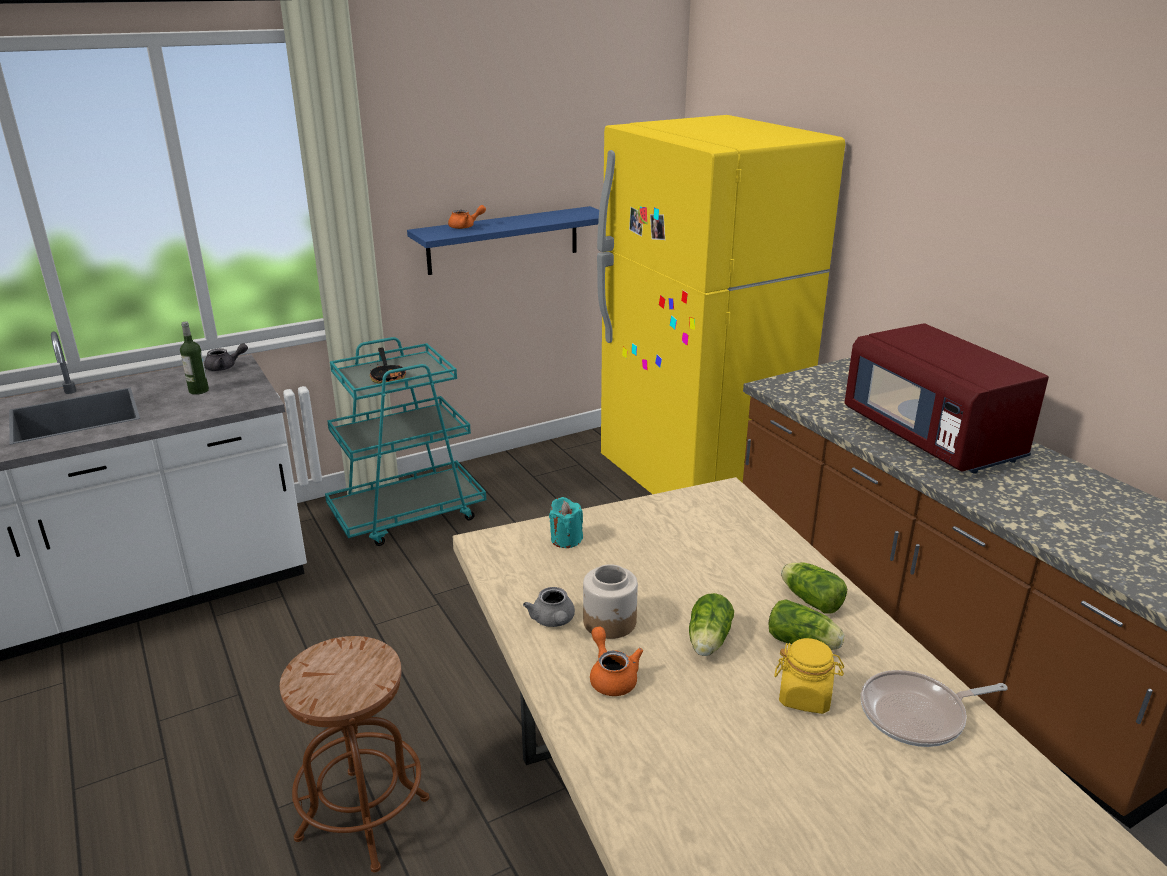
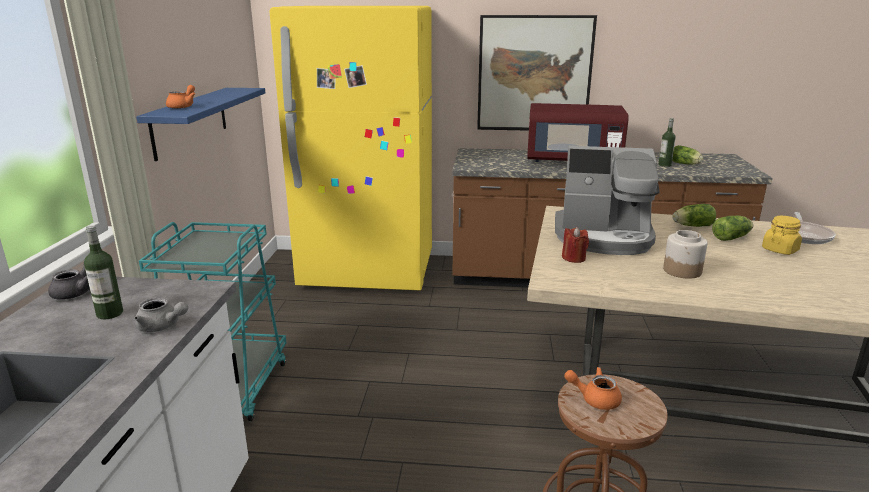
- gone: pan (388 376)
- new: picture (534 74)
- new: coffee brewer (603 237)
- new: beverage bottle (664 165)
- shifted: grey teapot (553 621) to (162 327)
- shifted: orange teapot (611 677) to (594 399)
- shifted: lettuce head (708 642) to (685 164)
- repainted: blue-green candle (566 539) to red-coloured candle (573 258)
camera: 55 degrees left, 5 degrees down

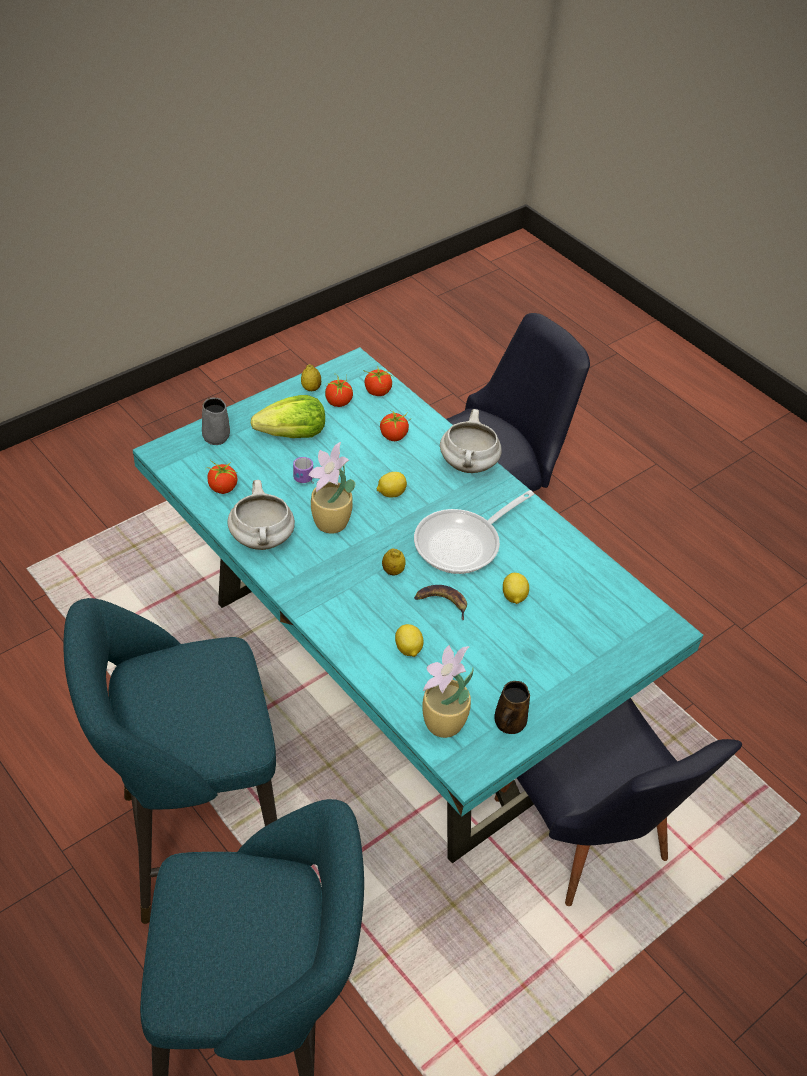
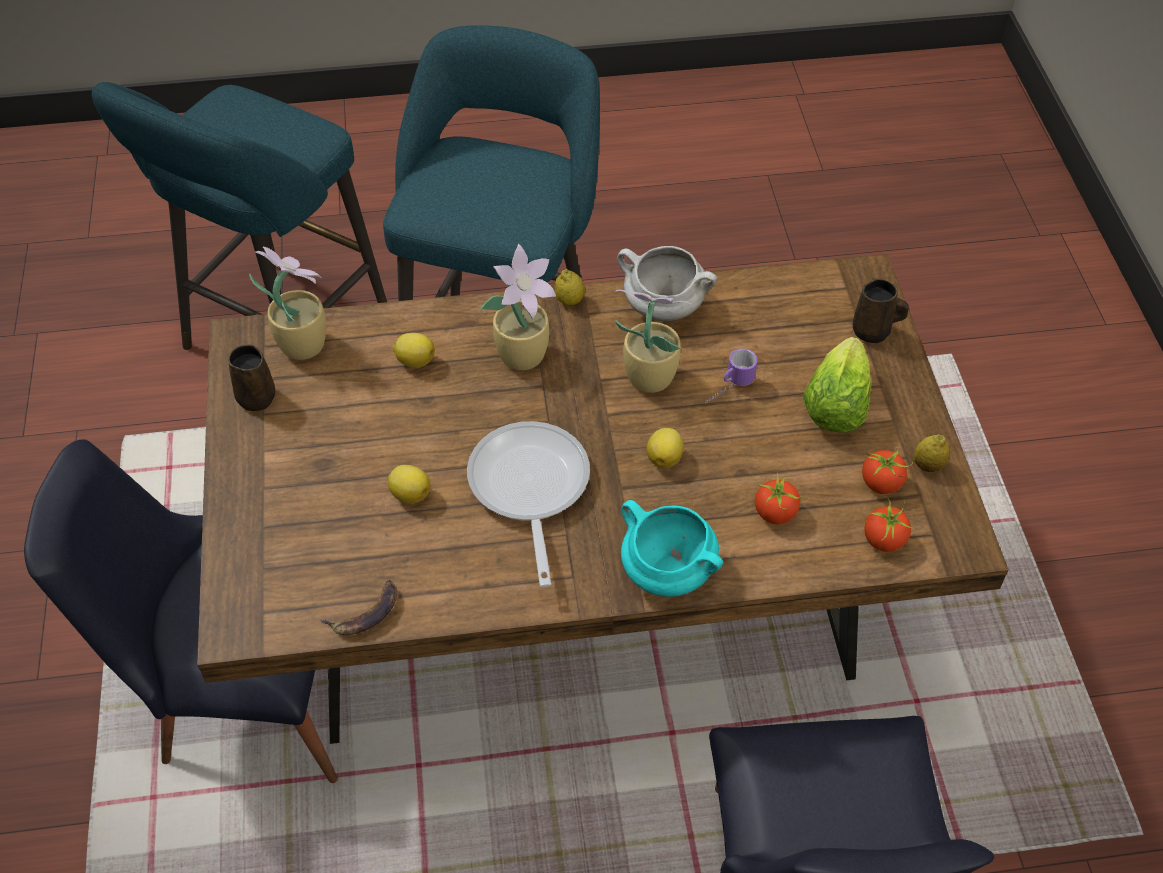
- gone: tomato (222 488)
- new: houseplant (524 354)
- shifted: lemon (393 571) to (569 300)
- shifted: whole banana (441 602) to (366 613)
- repainted: blue-green dinner table (393 686) to brown dinner table (578 617)
- repainted: grey coffee mug (215 436) to brown coffee mug (873 332)
- repainted: white cooking pot (469 465) to blue-green cooking pot (665 571)
camera: 125 degrees right, 5 degrees up

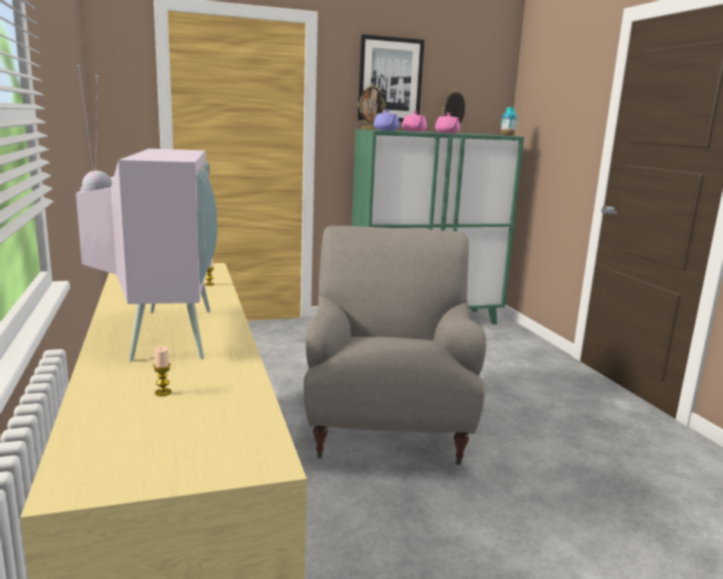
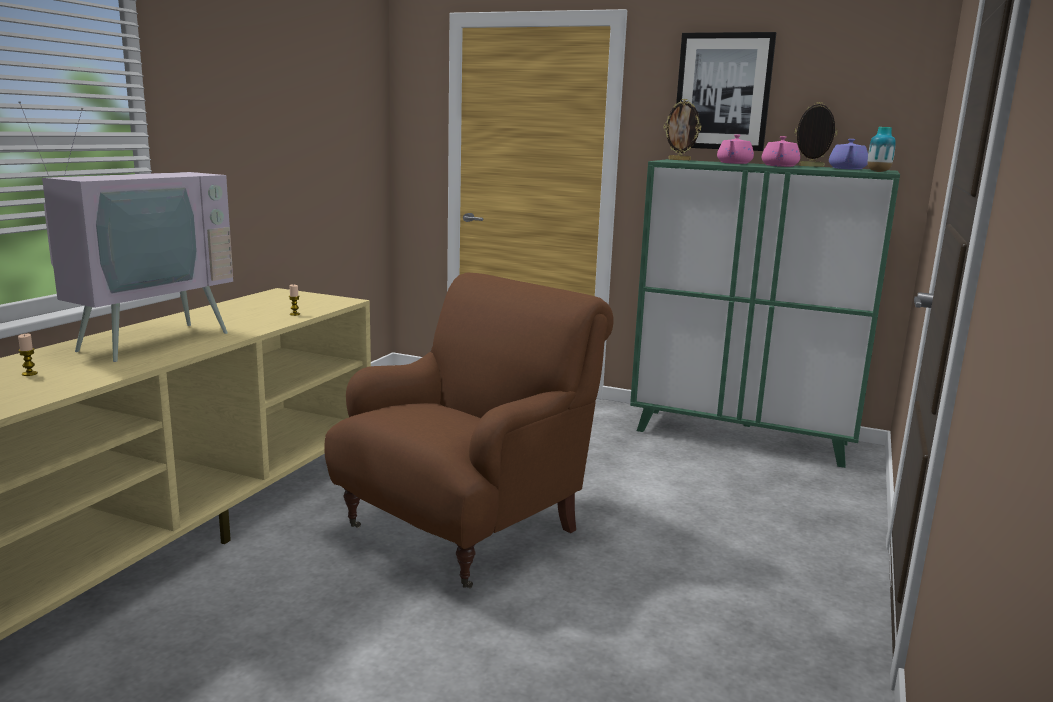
- shifted: purple teapot (386 130) to (847 169)
- repainted: grey easy chair (387 428) to brown easy chair (467 527)
camera: 40 degrees right, 0 degrees up

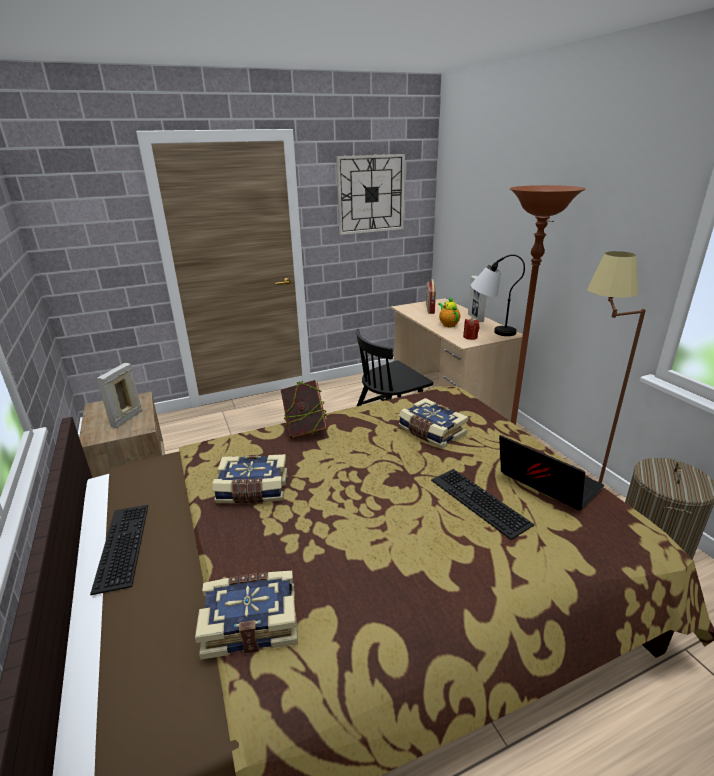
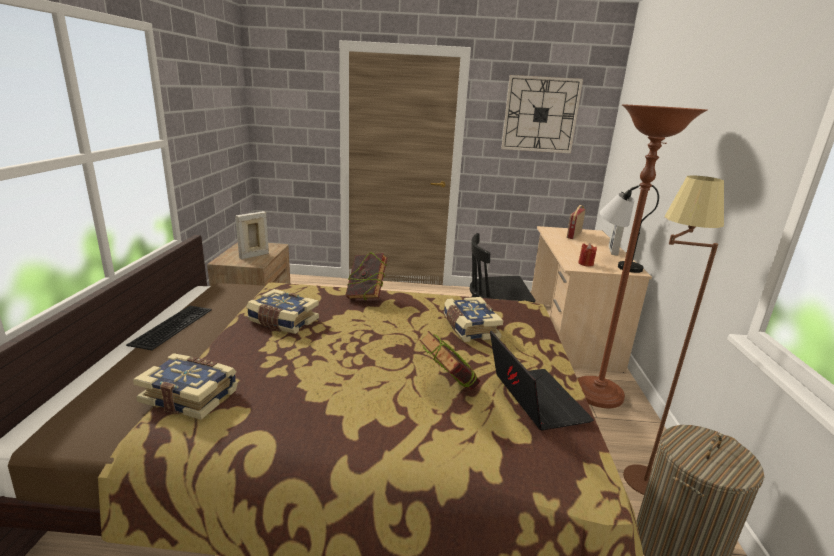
- gone: teapot (448 324)
- swapped: PC keyboard (477 501) to book (448 388)
camera: 25 degrees right, 5 degrees down

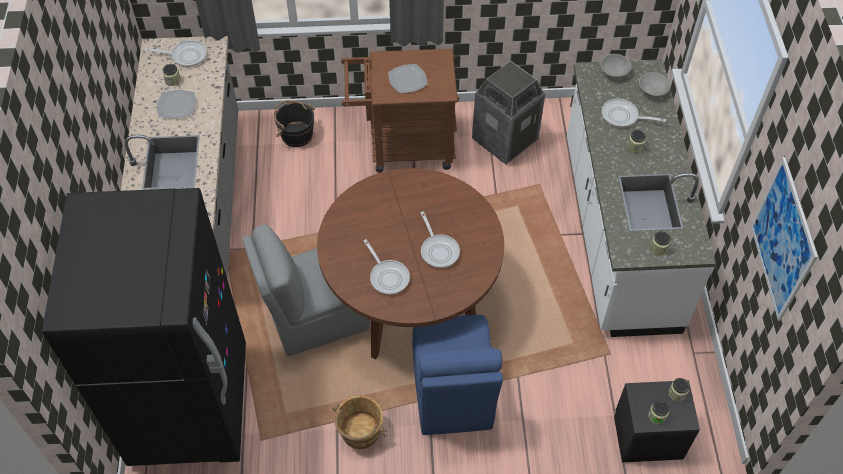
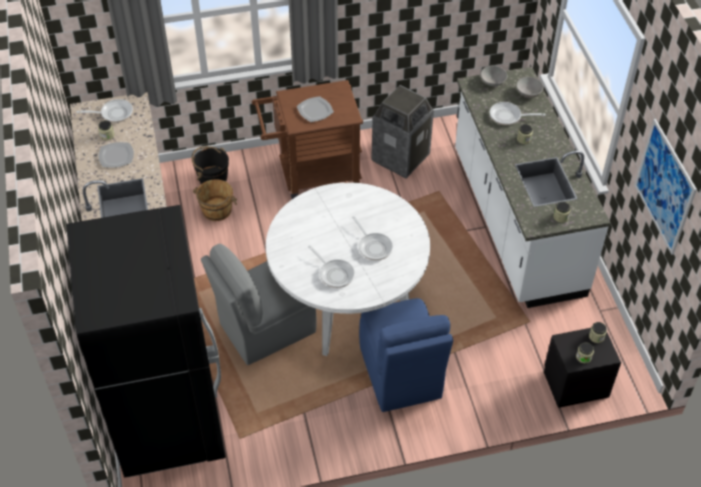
- shifted: brown bucket (360 432) to (216 210)
- repainted: brown dinner table (411 302) to white dinner table (348 304)
camera: 10 degrees left, 5 degrees down

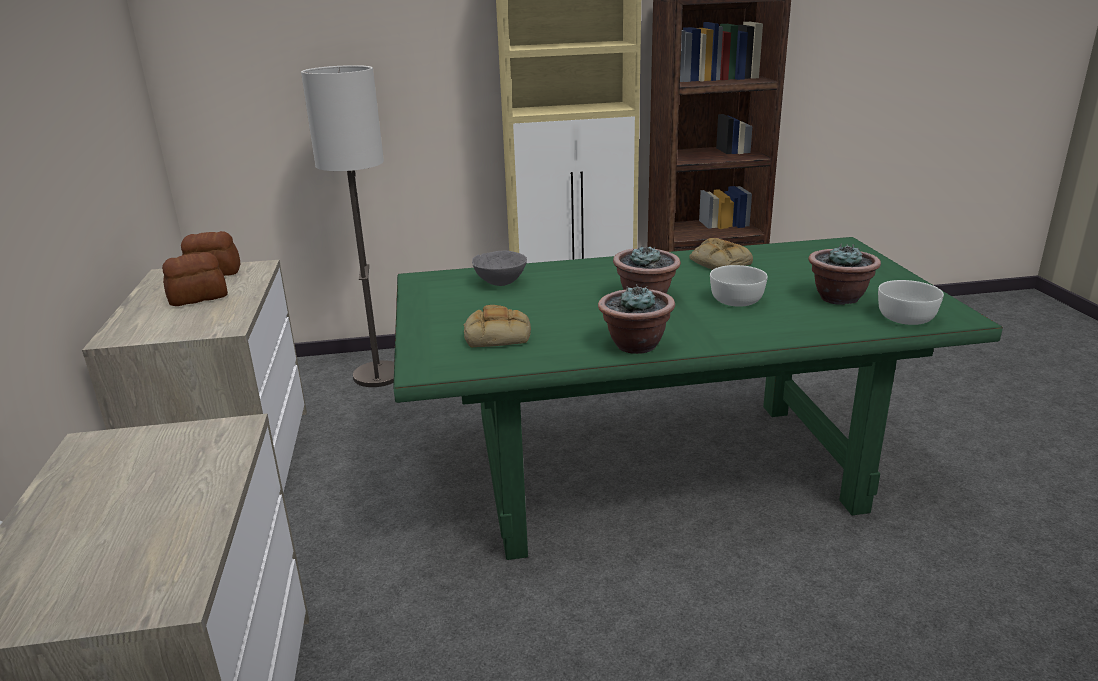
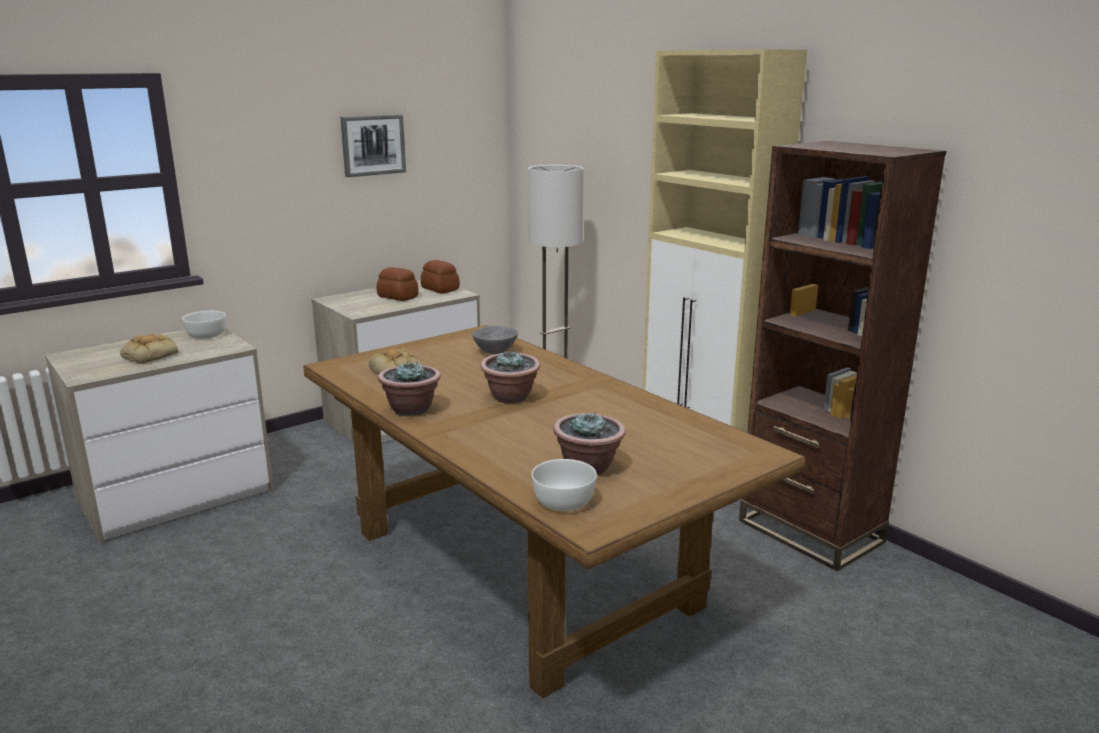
- new: picture (373 145)
- shifted: bread (718 262) to (150 355)
- shifted: white deep dish (736 300) to (207 335)
- repainted: green-coloured dinner table (660 472) to brown dinner table (520 567)
camera: 60 degrees right, 5 degrees down

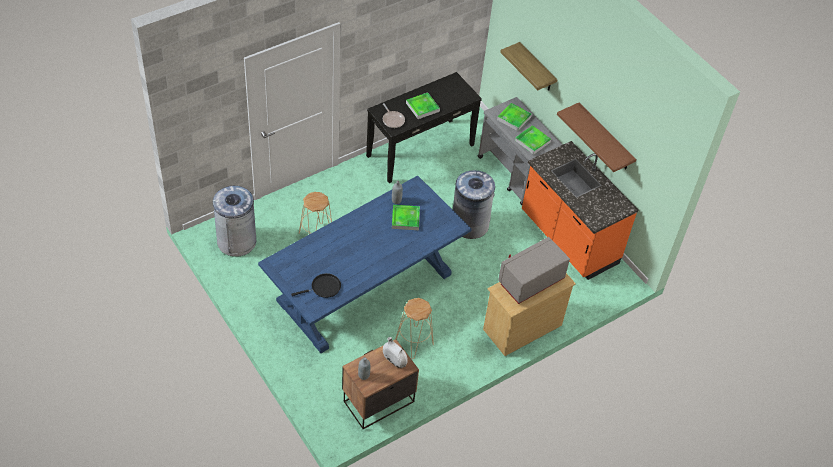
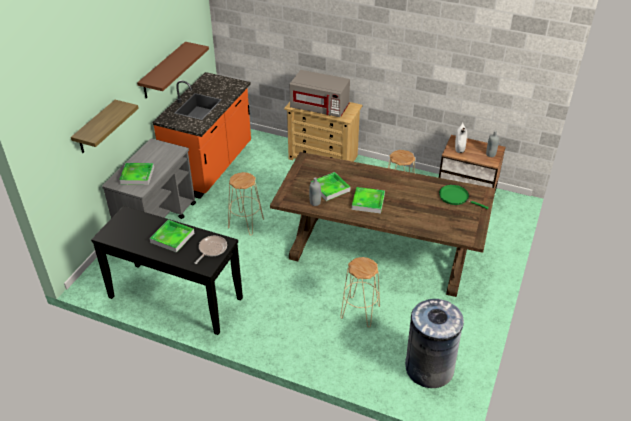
- shifted: serving tray (532 141) to (368 202)
- swapped: grey waste bin (469 224) to sand-coloured sitting stool (246 223)
- repainted: blue dinner table (365 288) to brown dinner table (380 250)
- repainted: blackish pan (323 287) to green-coloured pan (456 197)
camera: 120 degrees left, 10 degrees down

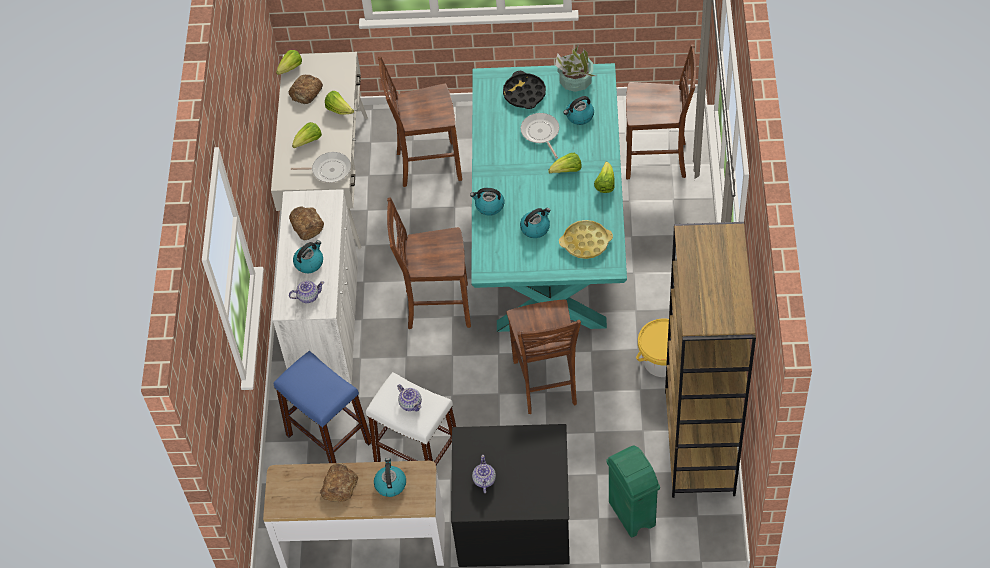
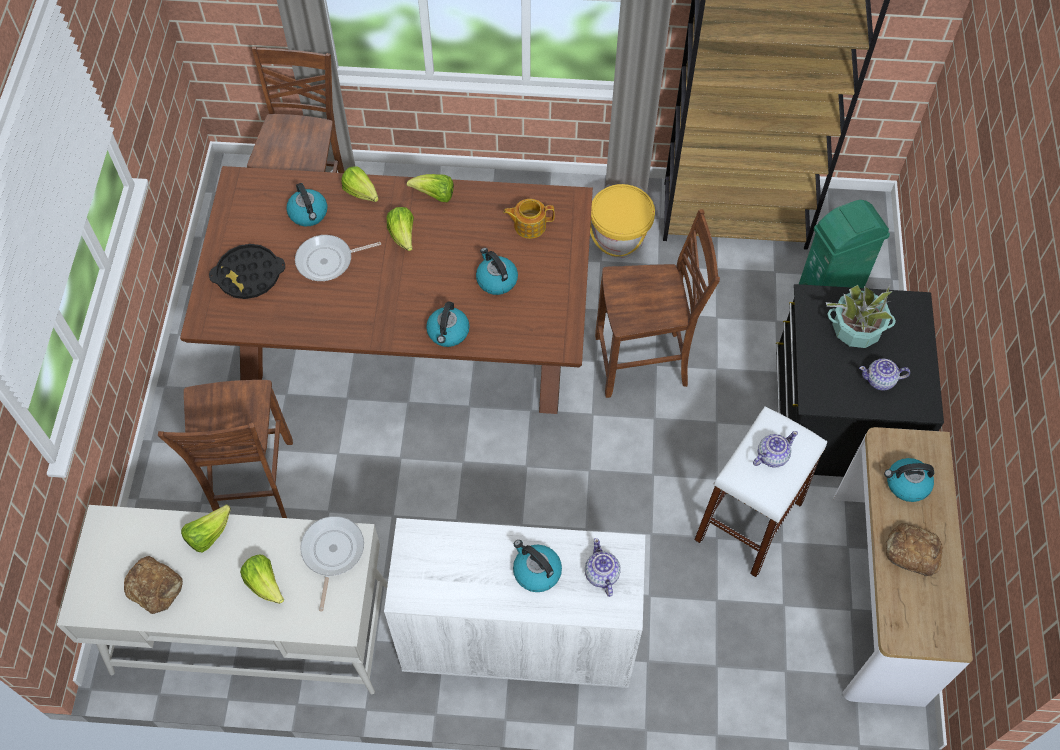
- gone: blue sitting stool (329 438)
- gone: bread (306 225)
- gone: brown upright chair (436 306)
- shifted: lettuce head (288 69) to (363 195)
- shifted: houseplant (575 81) to (856 329)
- swapped: yellowish serving tray (586 242) to teapot (529 225)
- repainted: blue-green dinner table (548 232) to brown dinner table (405 341)
camera: 90 degrees left, 5 degrees up

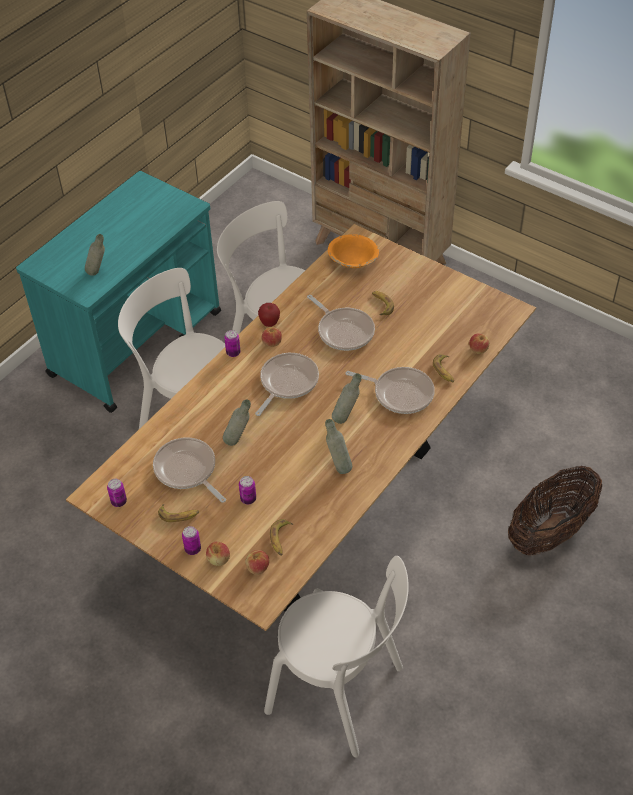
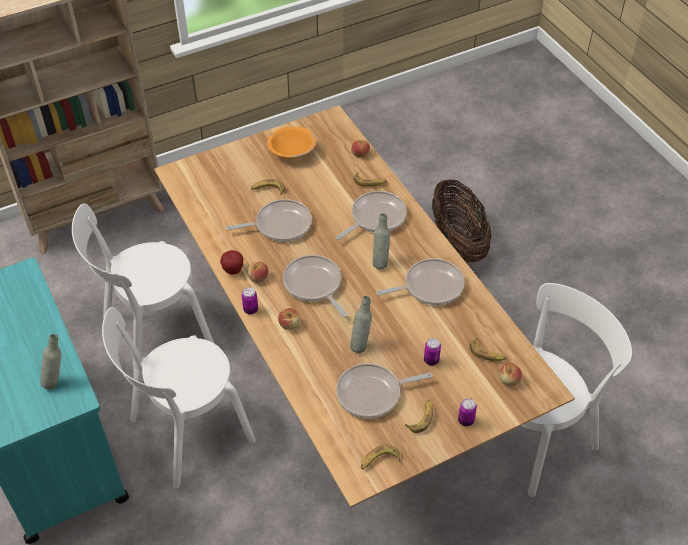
- shifted: whole apple (218 559) to (289 324)
- shifted: orange deep dish (353 261) to (292 152)
- swapped: can (119 501) to whole banana (379 461)
- swapped: grey beverage bottle (338 466) to pan (430 286)
camera: 65 degrees left, 0 degrees up

